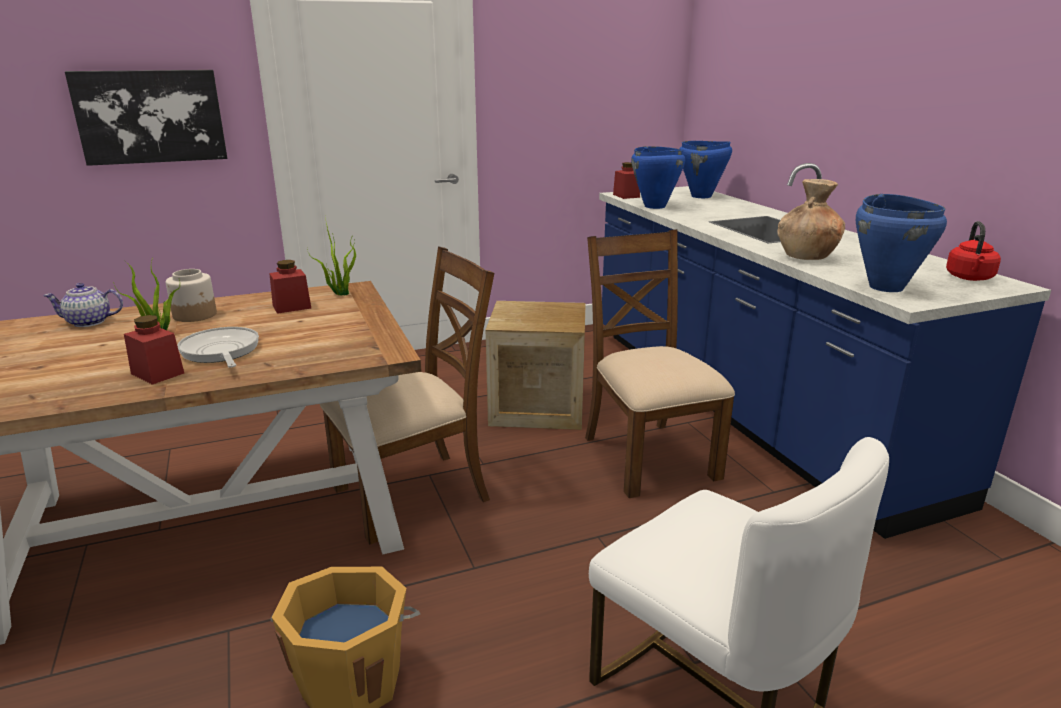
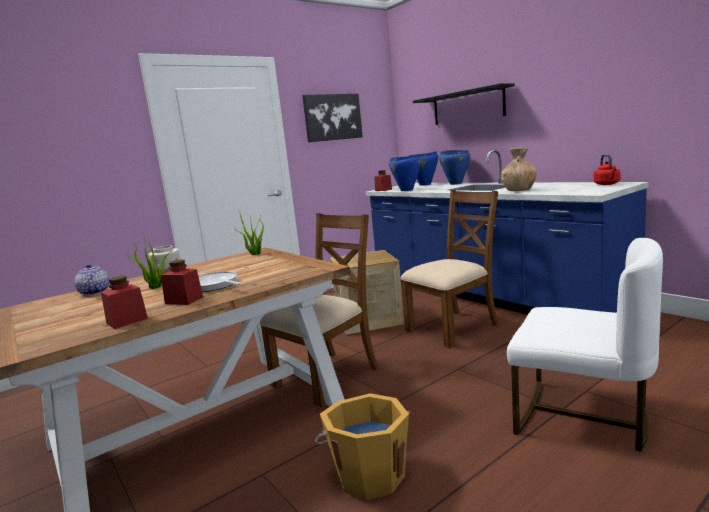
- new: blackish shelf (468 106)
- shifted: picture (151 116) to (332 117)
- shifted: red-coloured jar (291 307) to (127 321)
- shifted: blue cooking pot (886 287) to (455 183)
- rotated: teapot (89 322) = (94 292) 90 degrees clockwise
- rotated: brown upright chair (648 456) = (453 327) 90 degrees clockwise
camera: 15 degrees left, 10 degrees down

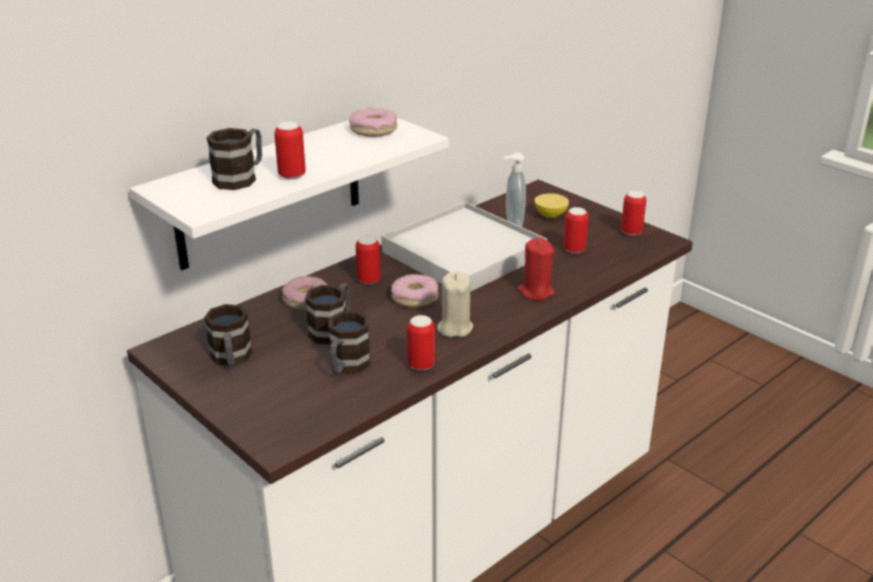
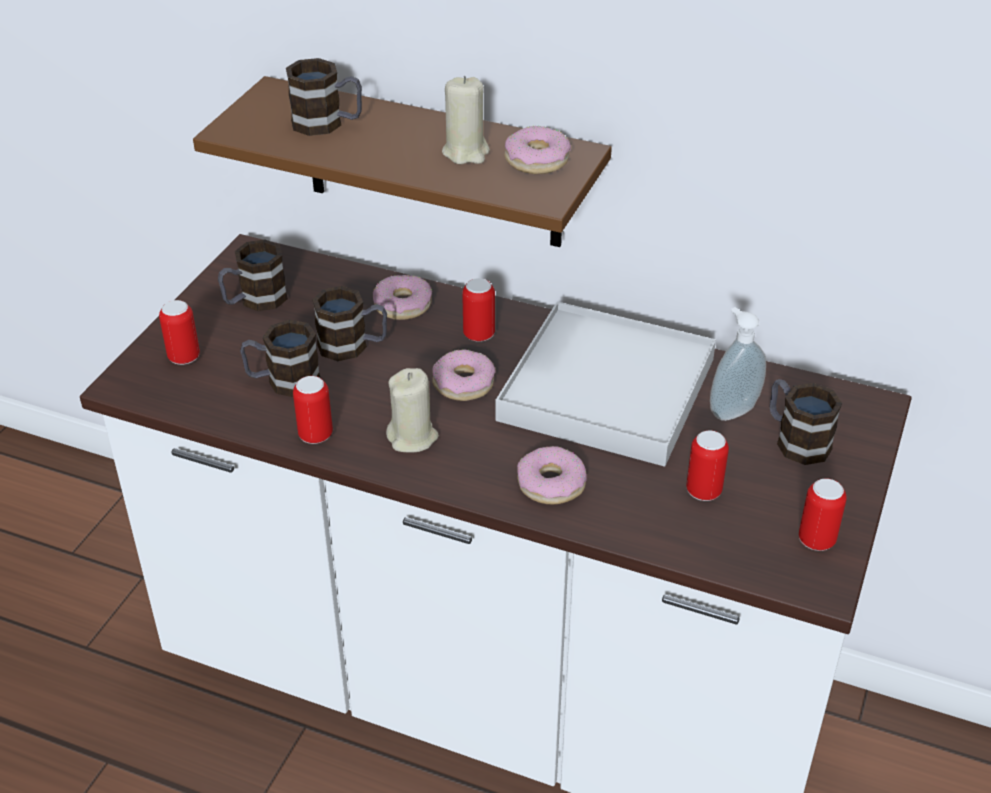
- new: sand-coloured candle (466 152)
- shifted: can (292 175) to (184 357)
- swapped: red-coloured candle (536 292) to donut (551 484)
- swapped: lemon (550 215) to coffee mug (795 439)
- repainted: white shelf (270 190) to brown shelf (433 164)
camera: 65 degrees right, 10 degrees up

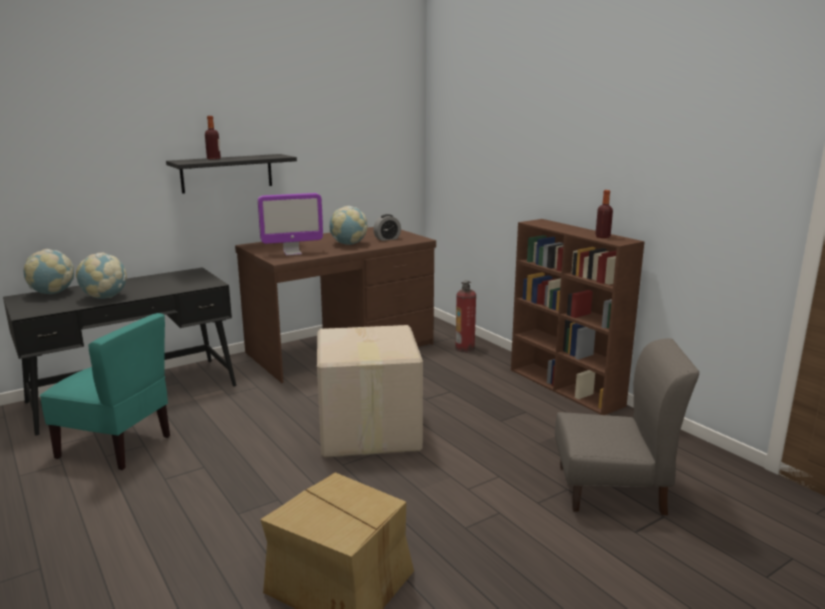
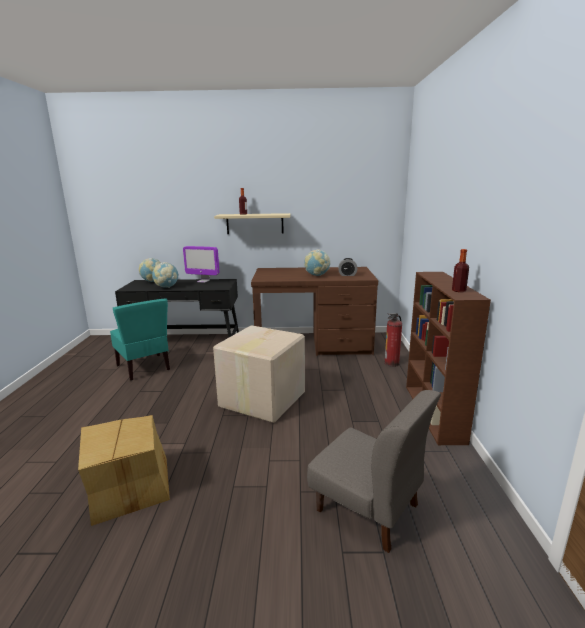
- shifted: computer display (292 253) to (203 281)
- repainted: blackish shelf (227 173) to sand-coloured shelf (255 223)
camera: 35 degrees right, 0 degrees up

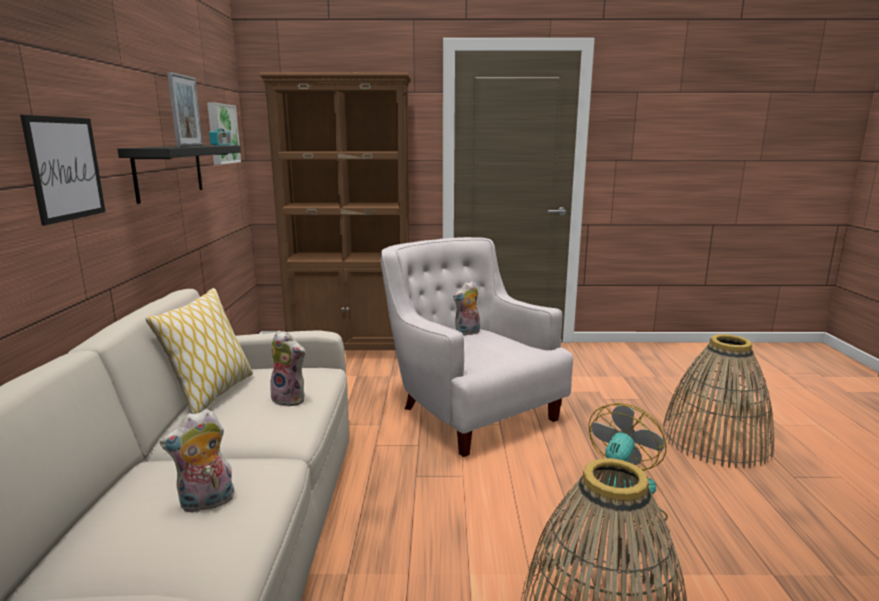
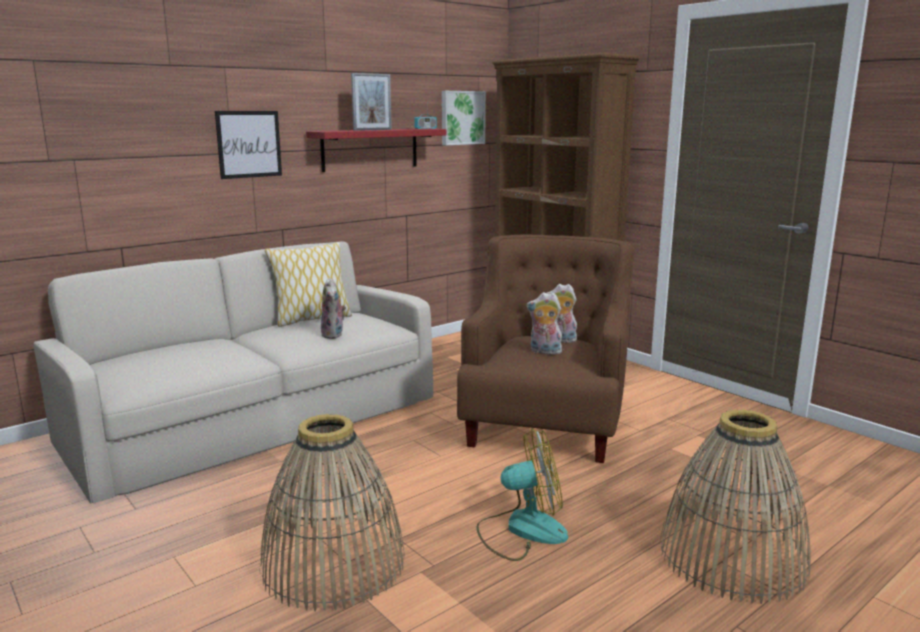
- shifted: soft toy (206 503) to (544 352)
- repainted: blackish shelf (169 171) to red-coloured shelf (370 149)
- repainted: white easy chair (469 409) to brown easy chair (546 422)
camera: 50 degrees right, 0 degrees up

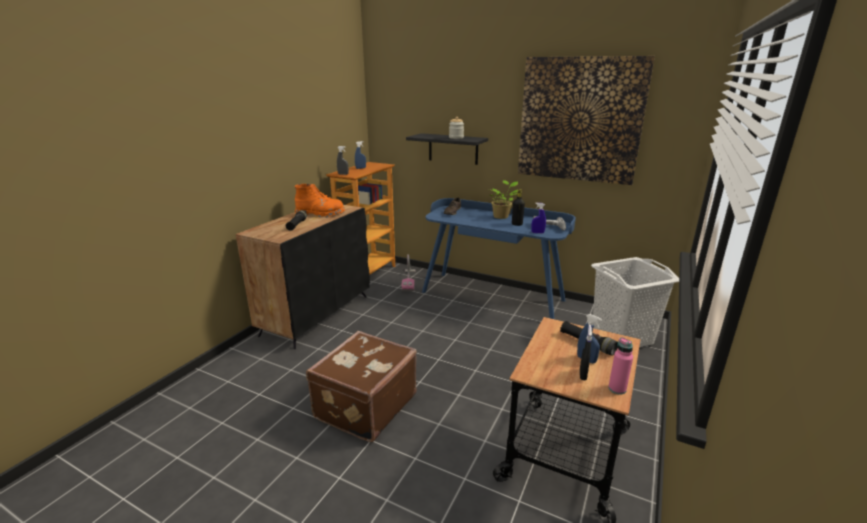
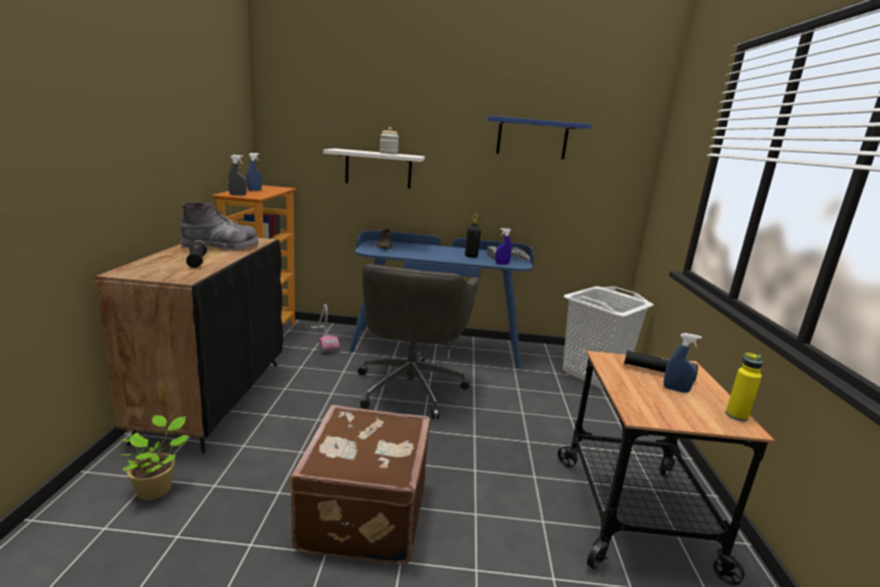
- gone: blackish hand sprayer (583 375)
- new: grey desk chair (411 386)
- shifted: houseplant (501 216) to (157 488)
- swapped: picture (579 120) to blue shelf (532 138)
- repainted: orange high-top boot (320 214) to grey high-top boot (221 248)
- repainted: blackish shelf (453 149) to white shelf (378 169)
- repainted: pink-coloured beverage bottle (617 389) to yellowish beverage bottle (736 416)
camera: 25 degrees left, 5 degrees down

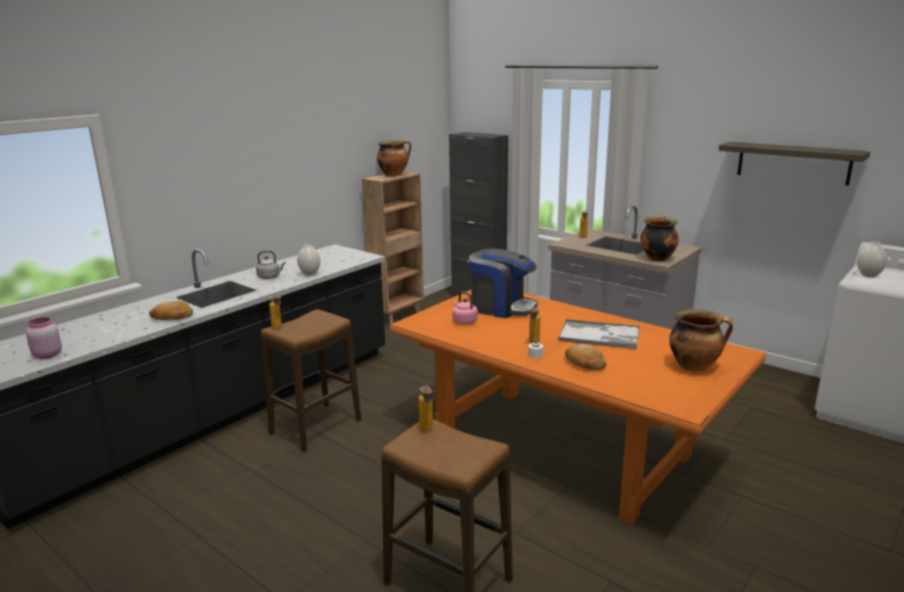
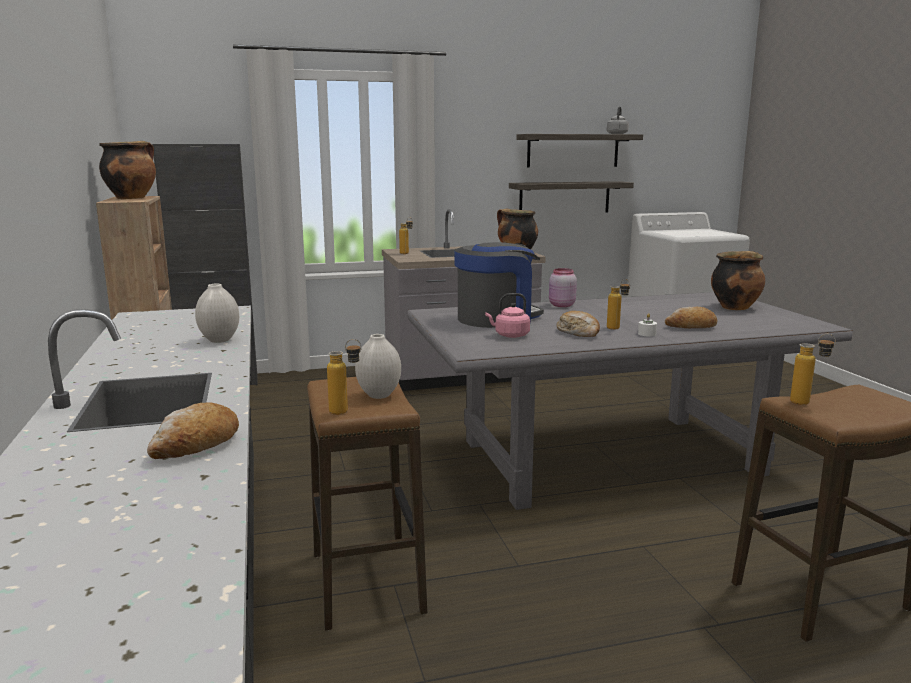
- gone: serving tray (600 335)
- new: shelf (564 197)
- new: bread (578 333)
- shifted: pink-coloured jar (47 355) to (561 305)
- shifted: grey kettle (270 277) to (617 134)
- shifted: white vase (869 276) to (379 395)
- repainted: orange dinner table (559 447) to grey dinner table (608 457)
camera: 55 degrees left, 5 degrees down

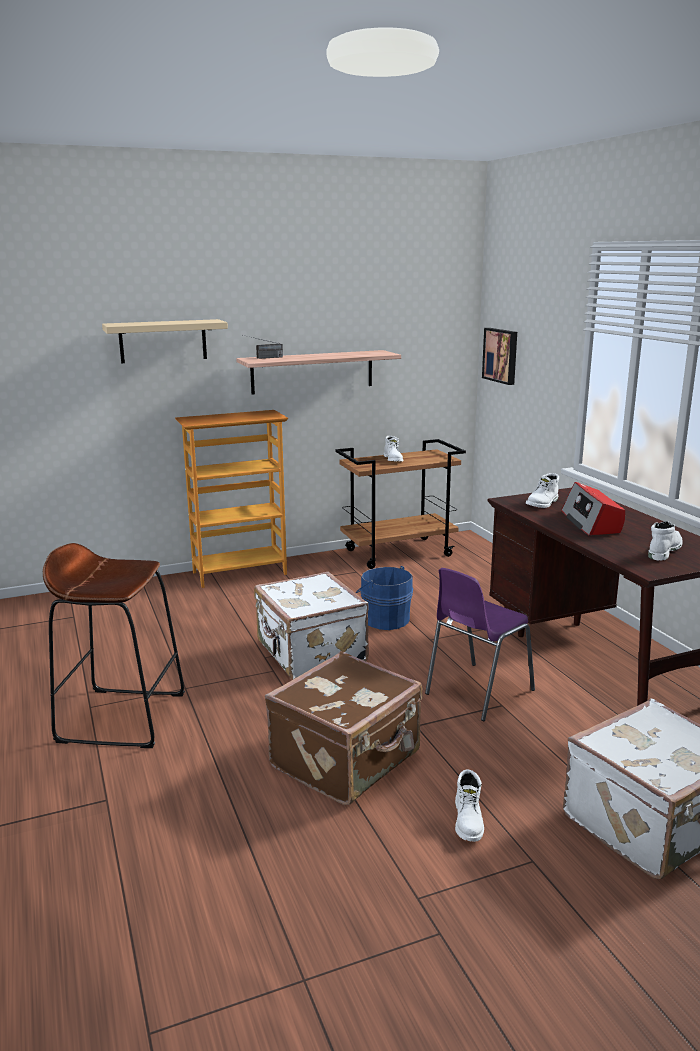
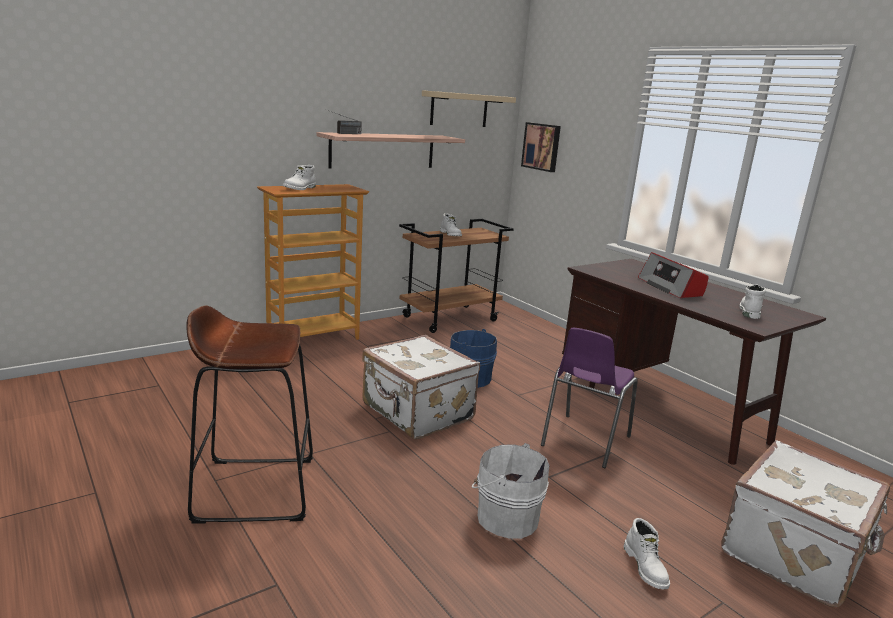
- shifted: sand-coloured shelf (163 341) to (459 109)
- shifted: white high-top boot (543 503) to (300 188)
- swapped: brown suitcase (348 760) to white bucket (505 517)
camera: 15 degrees left, 0 degrees up

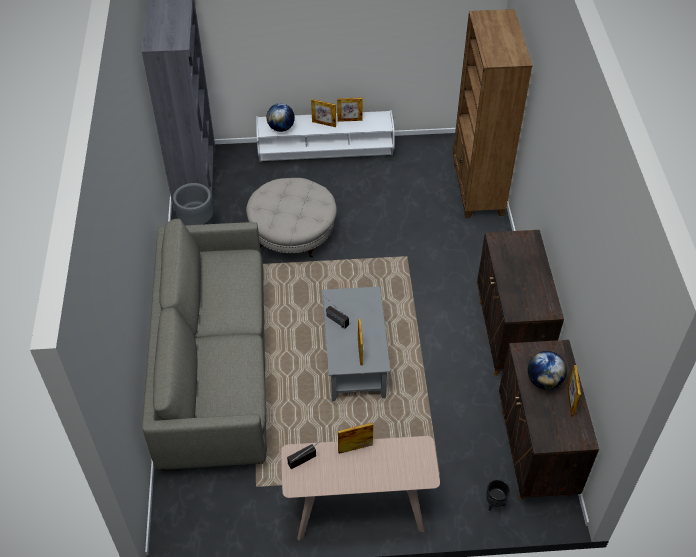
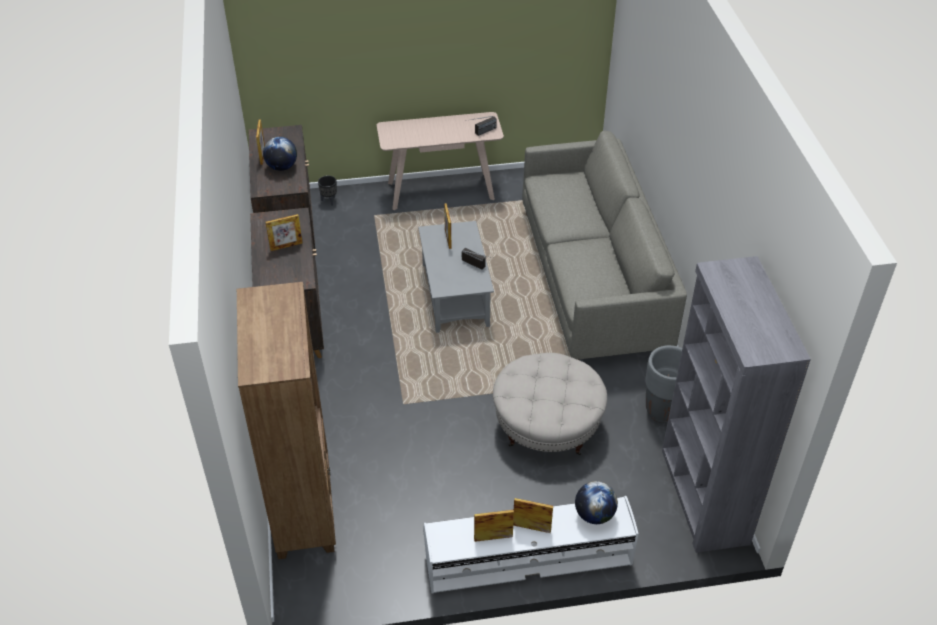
- shifted: picture frame (355 448) to (286 246)
camera: 175 degrees right, 5 degrees down

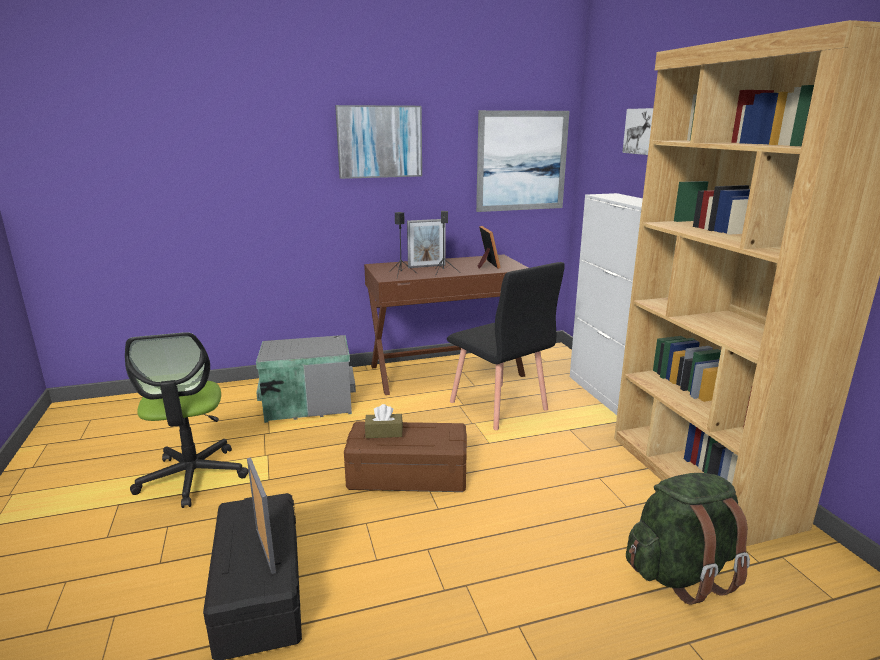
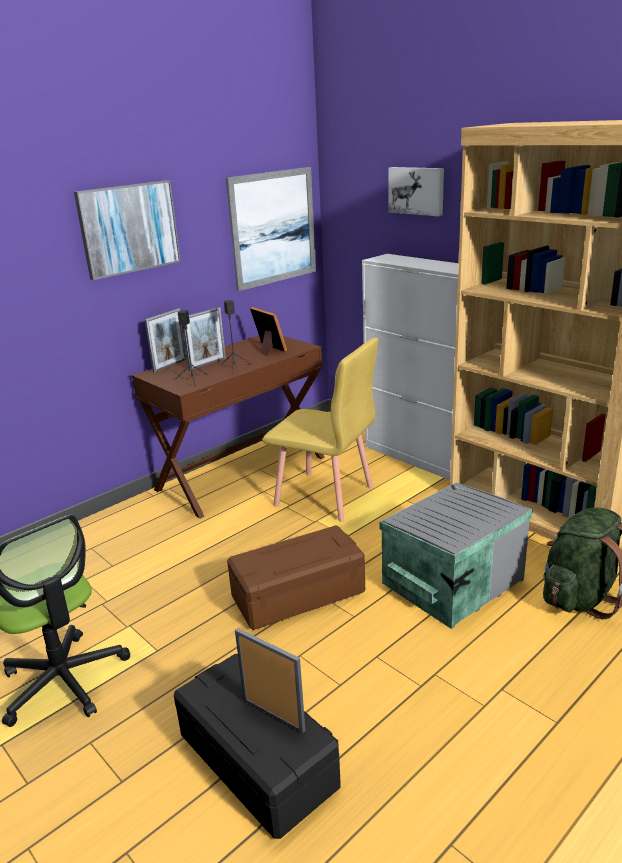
- gone: brown tissue holder (384 432)
- new: picture frame (170 365)
- shifted: grey storage bin (307 401) to (450 581)
- repainted: blackish upright chair (498 406) to yellowish upright chair (324 496)
camera: 25 degrees left, 5 degrees up

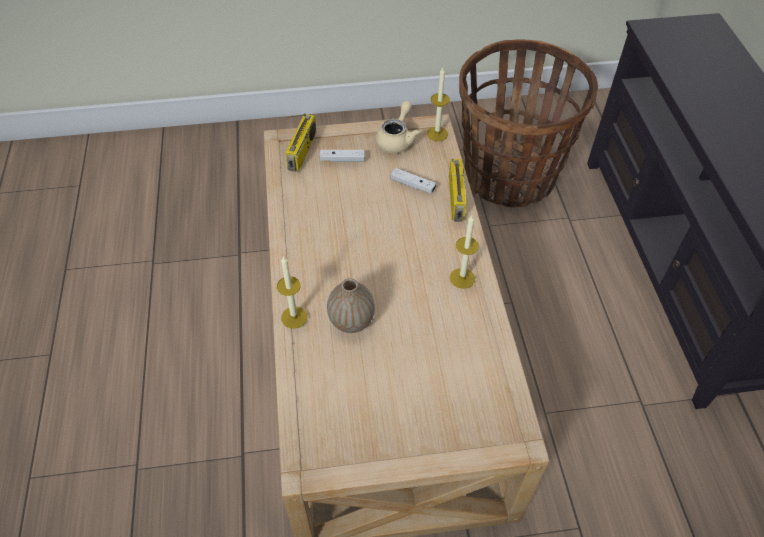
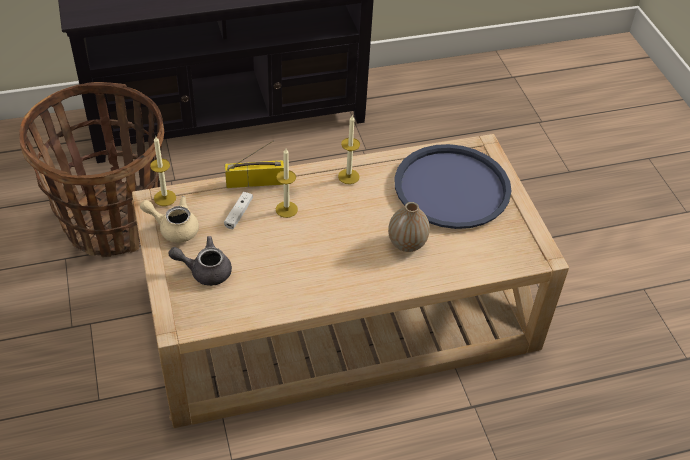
- gone: radio set (302 152)
- new: blue serving tray (452 188)
- shifted: candle (294 317) to (286 209)
- swapped: white joypad (342 160) to grey teapot (205 271)
camera: 100 degrees left, 5 degrees down

